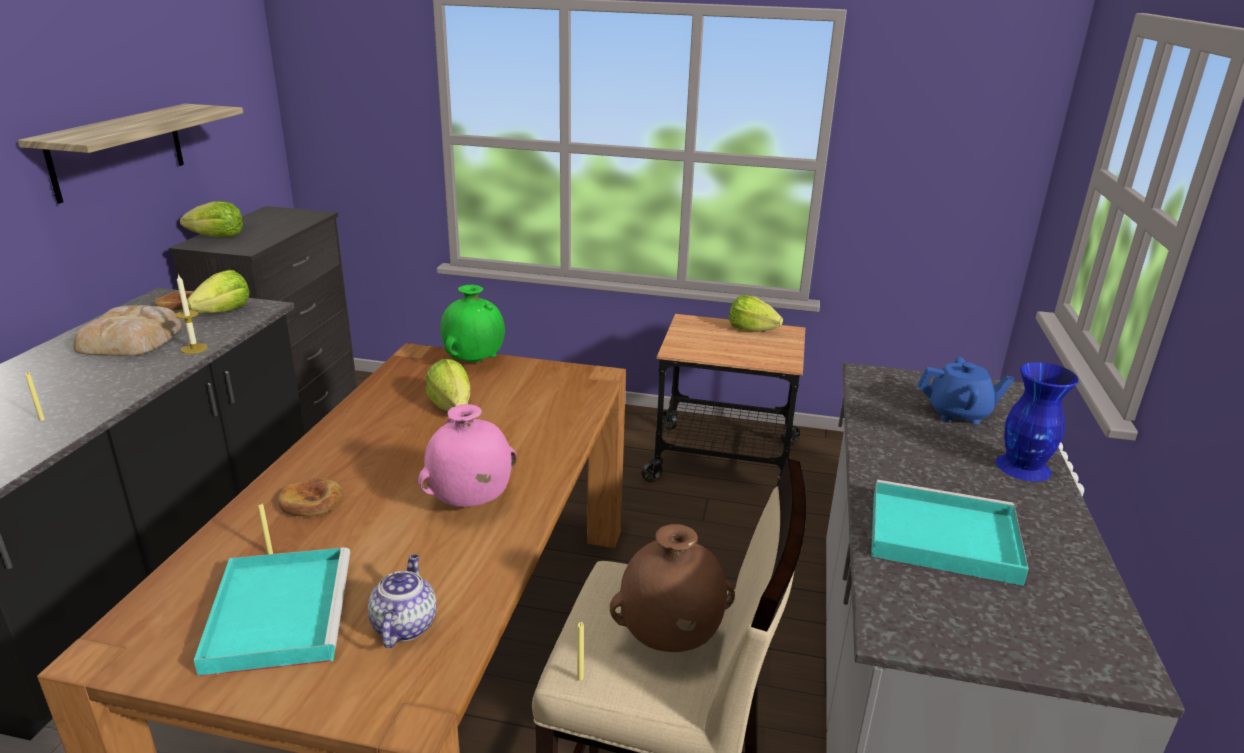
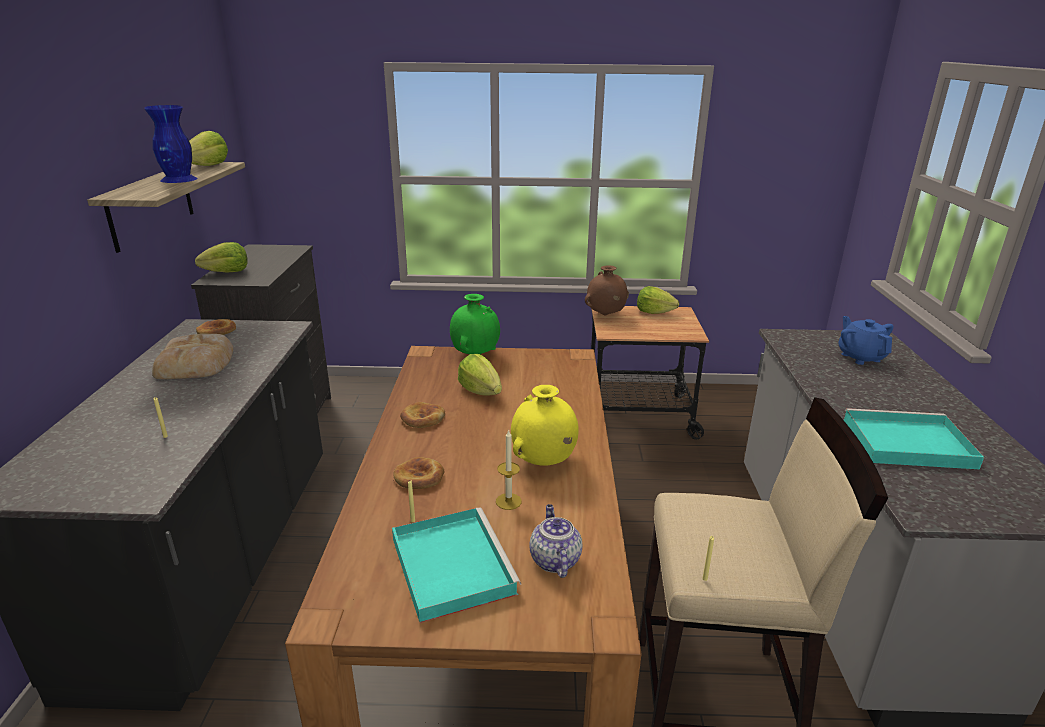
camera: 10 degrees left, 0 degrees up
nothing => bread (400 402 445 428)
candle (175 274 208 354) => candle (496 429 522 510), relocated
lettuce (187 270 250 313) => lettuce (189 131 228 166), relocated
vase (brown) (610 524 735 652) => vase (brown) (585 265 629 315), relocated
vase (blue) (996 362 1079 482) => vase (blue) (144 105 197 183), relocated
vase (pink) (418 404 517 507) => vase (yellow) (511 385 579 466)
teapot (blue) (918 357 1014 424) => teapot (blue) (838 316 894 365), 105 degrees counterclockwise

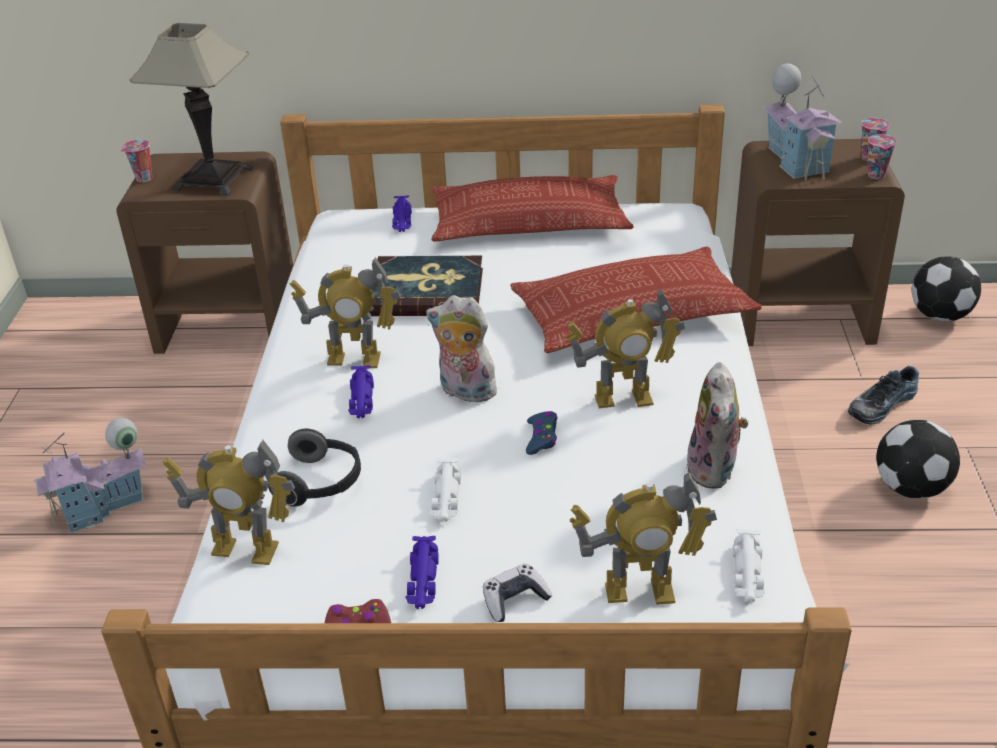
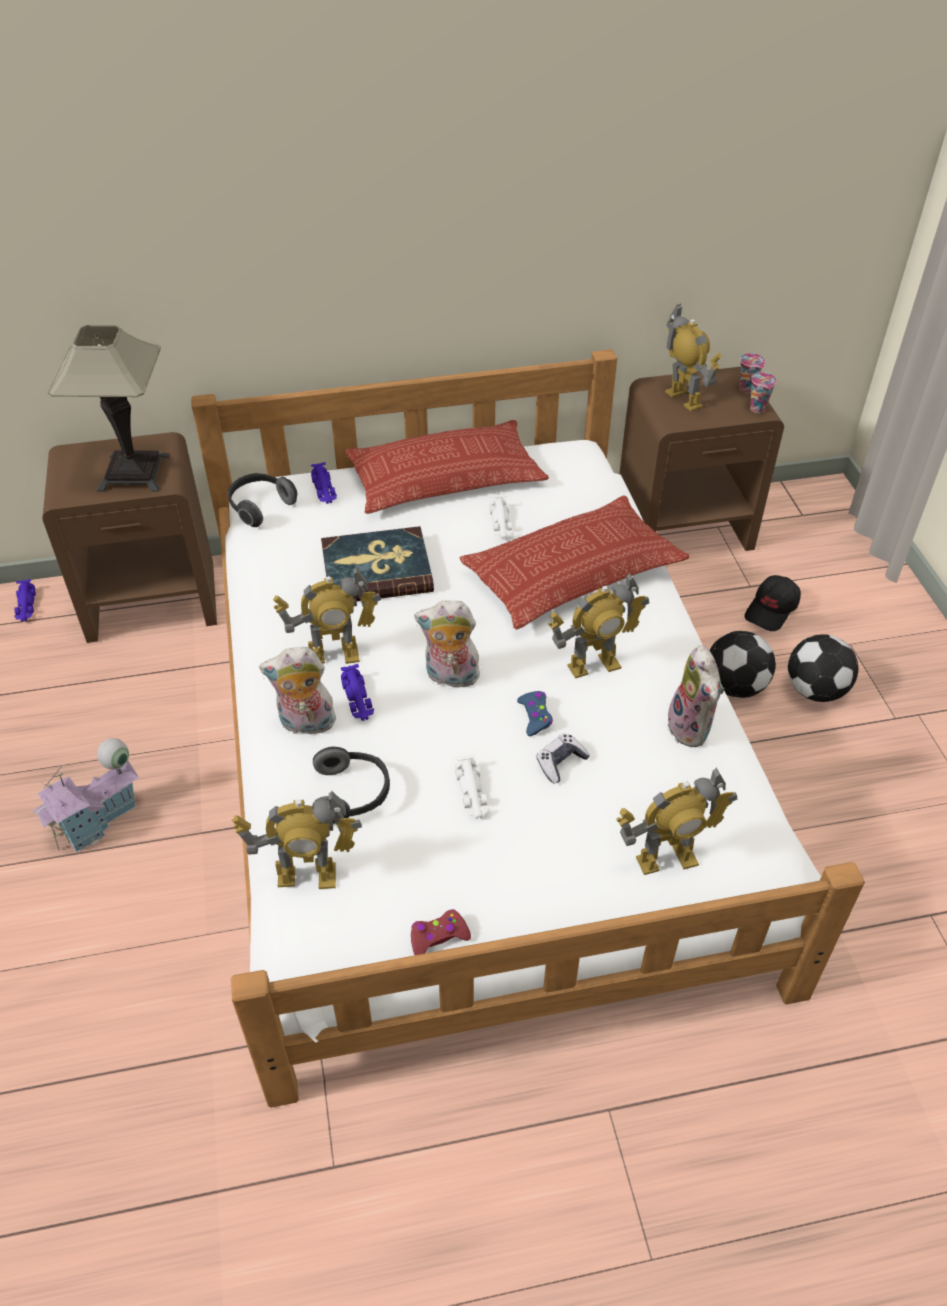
camera: 15 degrees left, 10 degrees up
cup (120 139 152 182) => nothing
nothing => headphones (228 473 298 527)
nothing => plush toy (259 647 336 735)
toy car (purple) (406 536 439 609) => toy car (purple) (14 579 36 622), relocated
game controller (483 564 552 622) => game controller (536 733 590 783), relocated
toy car (white) (733 529 765 602) => toy car (white) (490 494 513 539), relocated
football (912 256 981 321) => football (709 631 776 698), relocated
toy house (764 63 841 180) => toy robot (665 304 722 411)
shoe (848 366 919 425) => cap (black) (745 575 801 631)

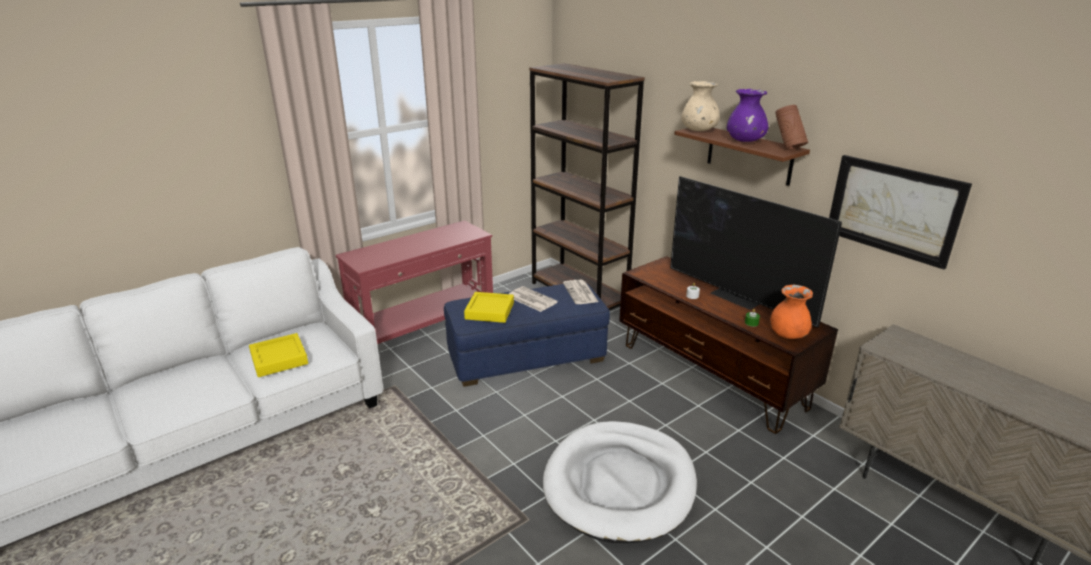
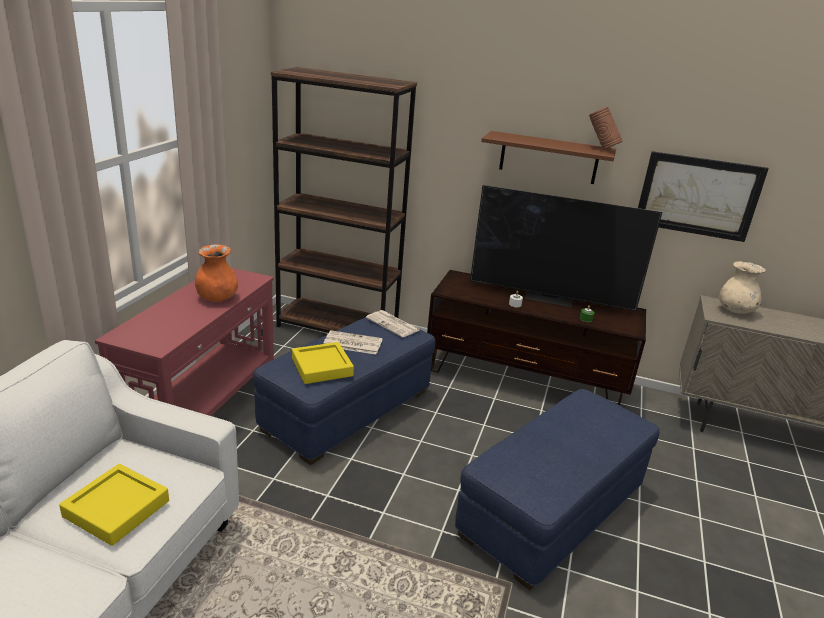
camera: 35 degrees left, 0 degrees up
vase (purple) (727 89 768 142) => nothing
vase (beige) (681 81 720 131) => vase (beige) (719 261 766 313), relocated
vase (orange) (770 285 813 339) => vase (orange) (195 245 238 302), relocated
dog bed (white) (543 421 697 543) => ottoman (blue) (455 389 660 590)

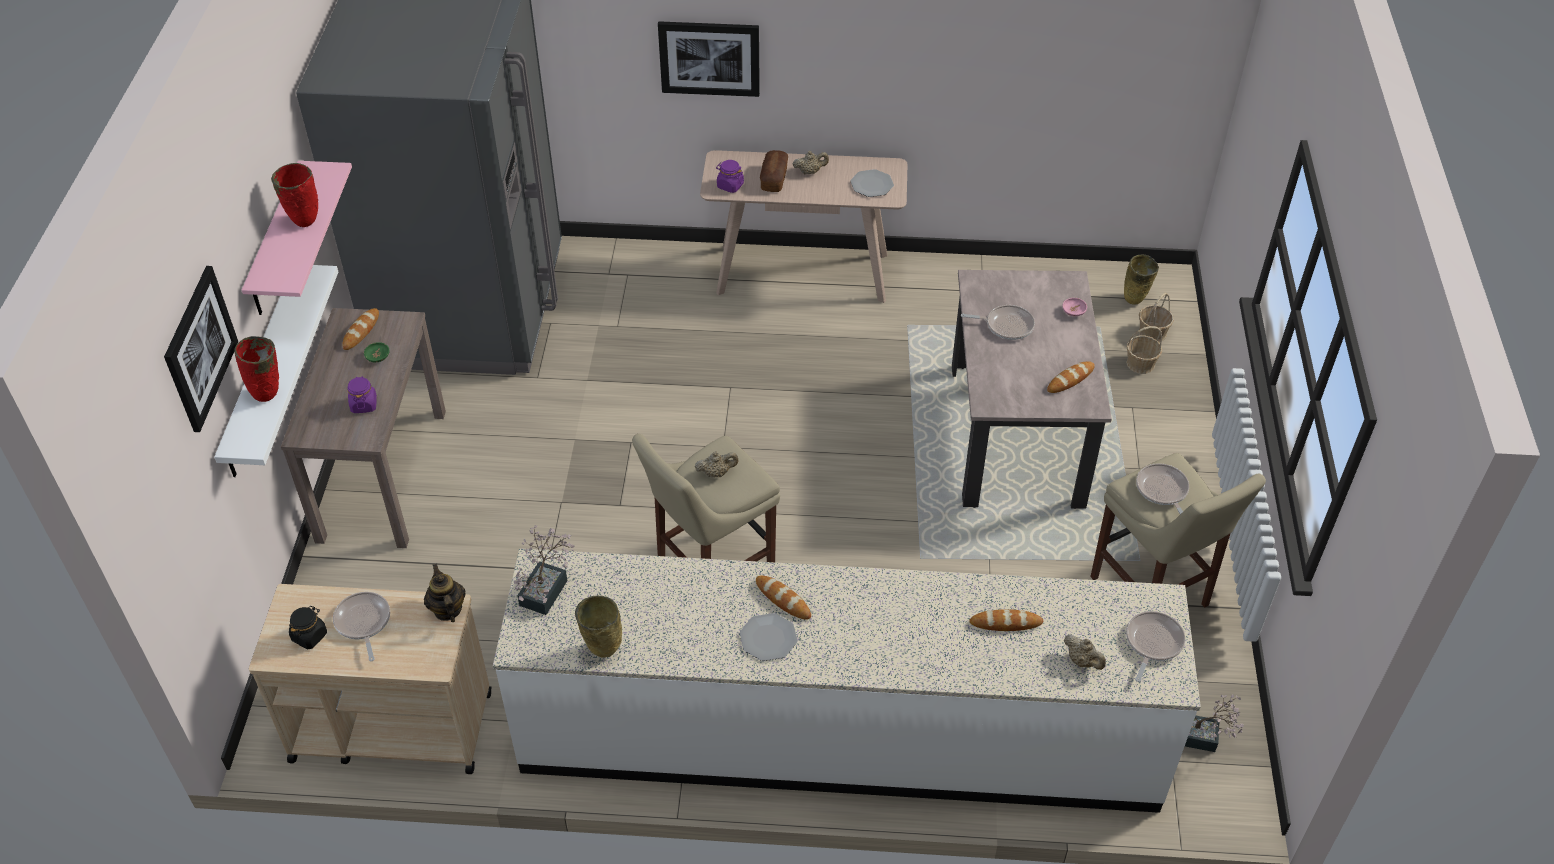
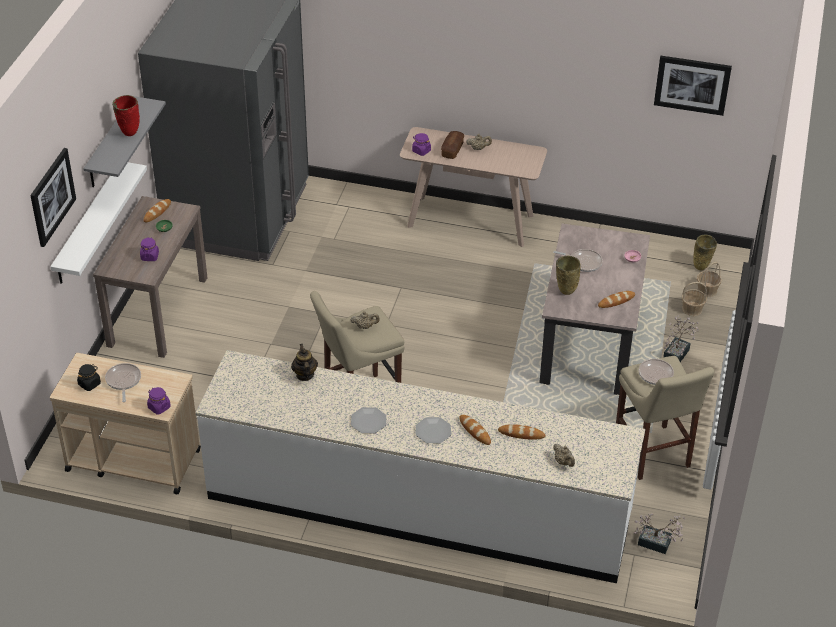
camera: 10 degrees right, 5 degrees down
vase (red) (234 336 279 402) => nothing
frying pan (1126 611 1185 682) => nothing
nothing => jar (purple) (147 387 171 415)
teapot (424 564 465 622) => teapot (291 344 318 381), relocated
potted plant (514 525 575 615) => potted plant (663 316 699 362), relocated
vase (beige) (575 596 622 658) => vase (beige) (556 256 581 295), relocated
picture (658 21 760 97) => picture (654 56 732 116), relocated
bread (756 575 811 620) => bread (460 415 491 445), relocated
plate (850 169 894 197) => plate (416 417 451 443), relocated
shelf (pink) (242 161 352 315) => shelf (grey) (83 96 166 187)

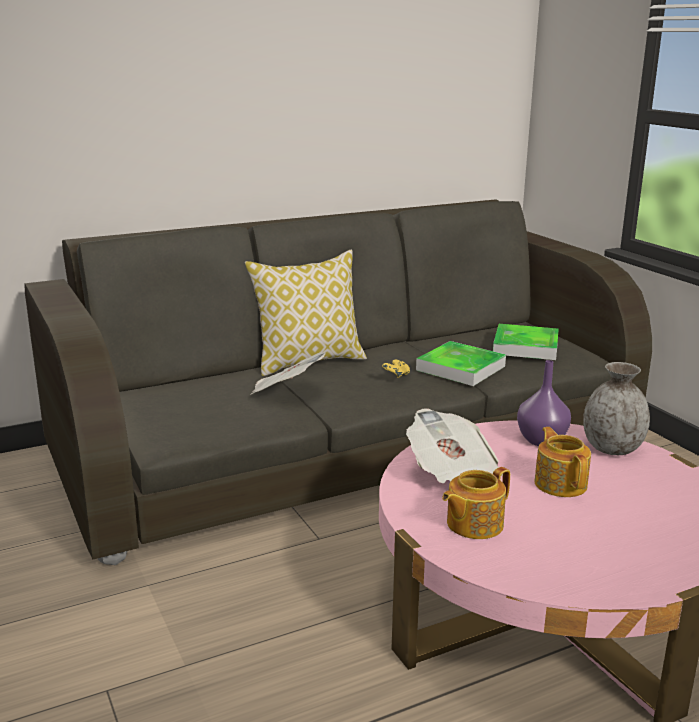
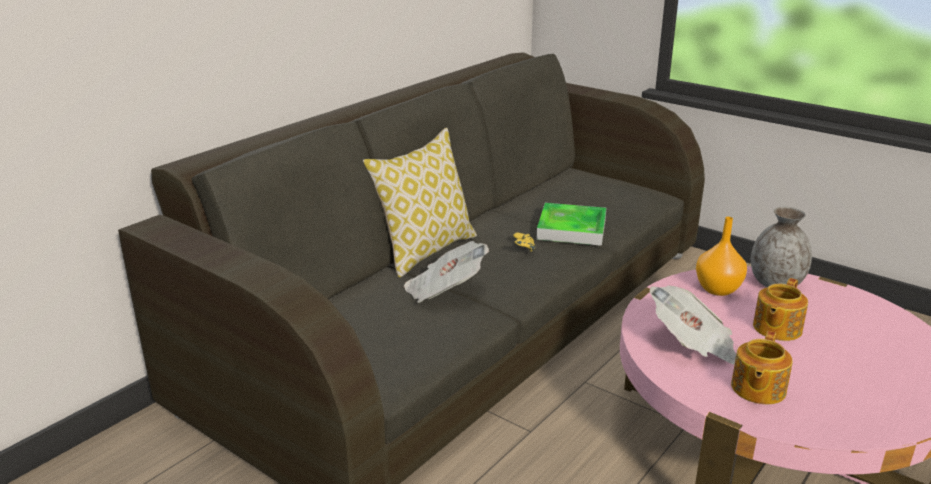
camera: 25 degrees left, 5 degrees up
tray (493 324 559 360) => nothing
vase (purple) (517 360 571 446) => vase (orange) (696 217 747 296)
teapot (534 427 591 497) => teapot (753 278 808 341), 105 degrees counterclockwise

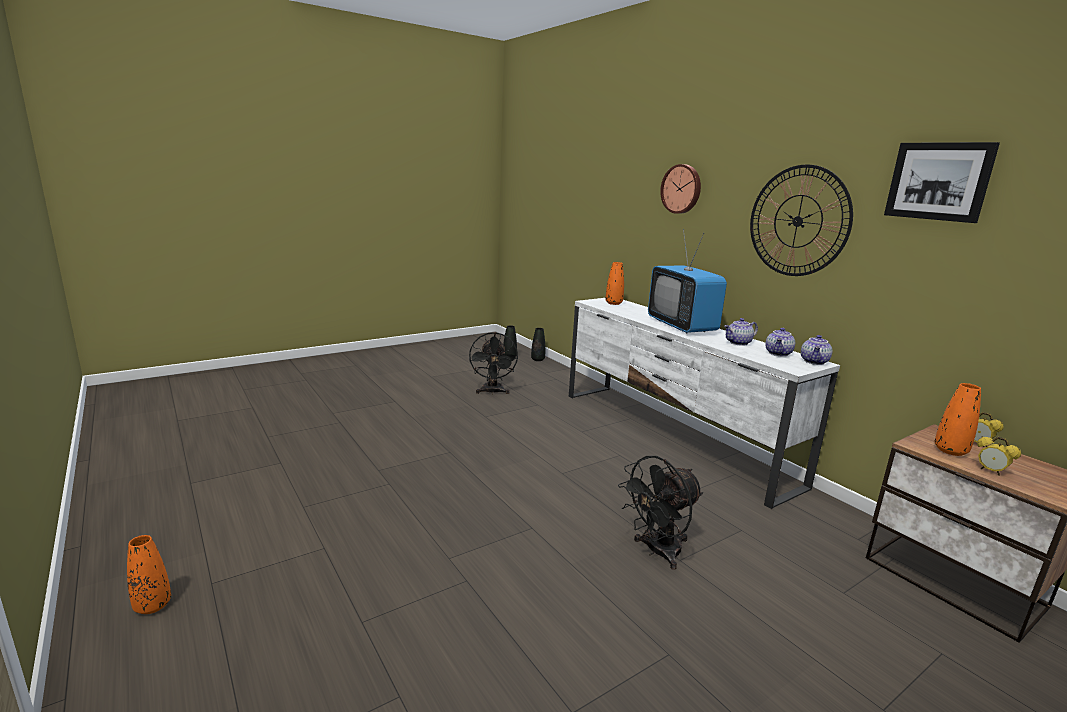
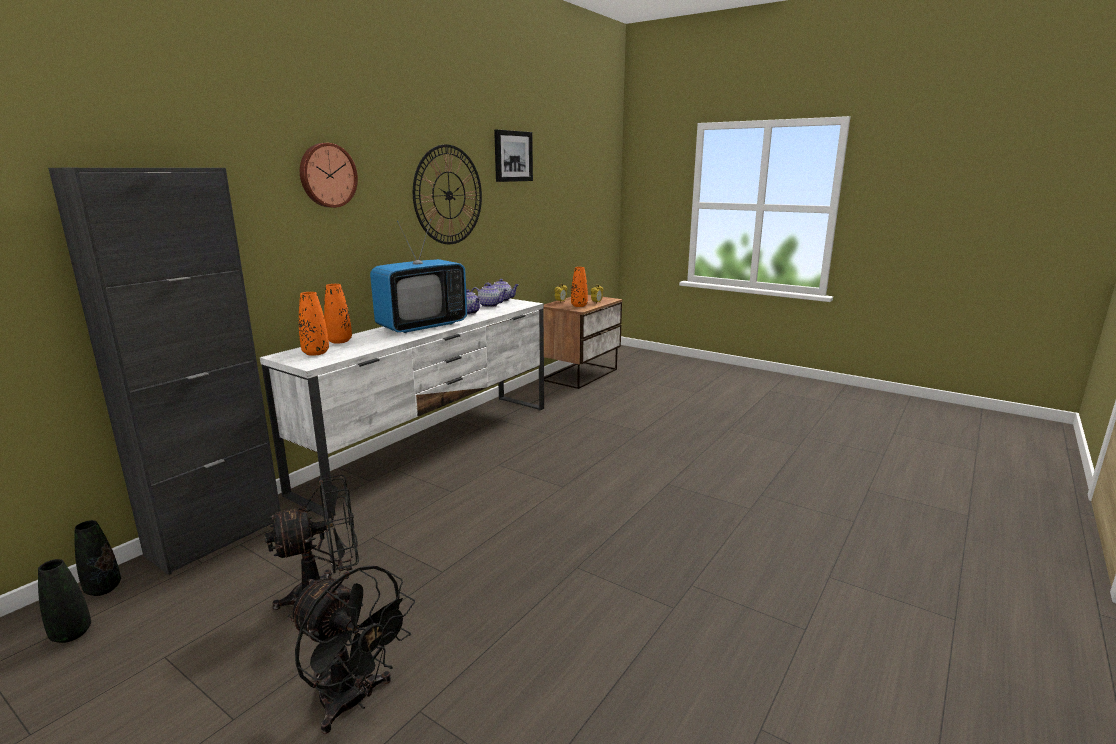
camera: 110 degrees left, 0 degrees up
nothing => cabinet (black) (48 168 281 575)
vase (orange) (127 535 171 614) => vase (orange) (324 284 352 344), relocated
fan (black) (618 456 703 570) => fan (black) (288 565 415 734), relocated

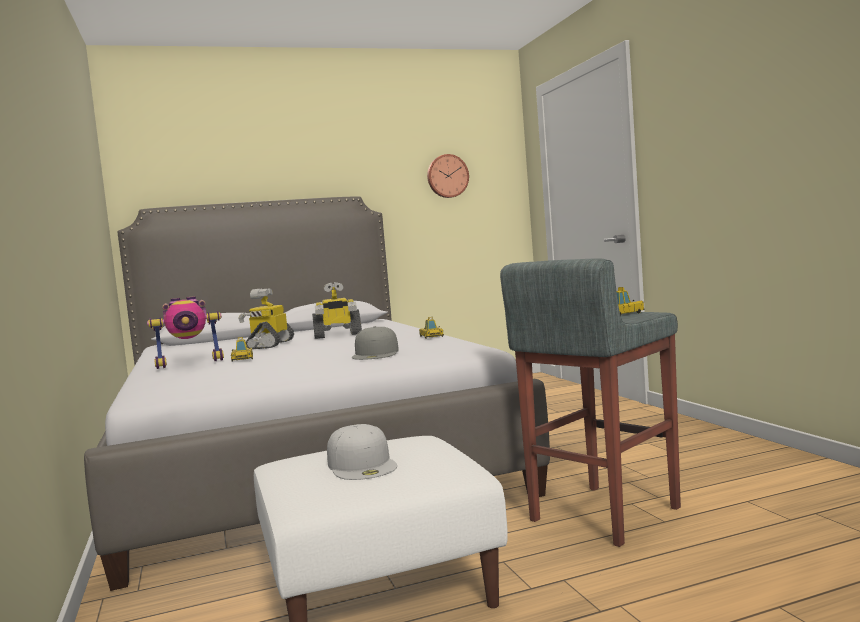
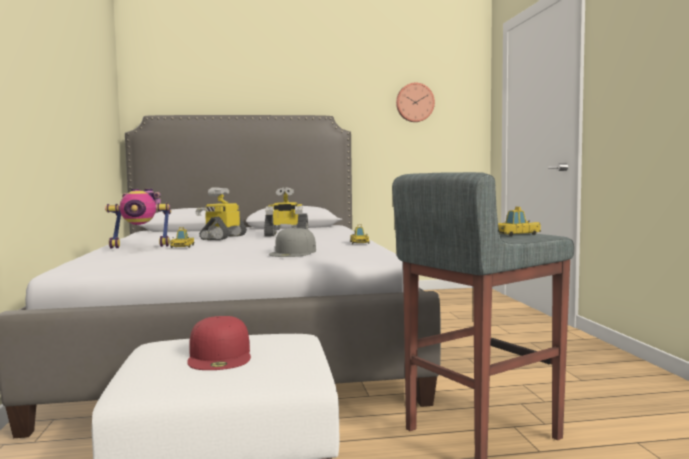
camera: 10 degrees right, 0 degrees up
cap (white) (327 424 397 480) => cap (red) (187 316 251 370)

